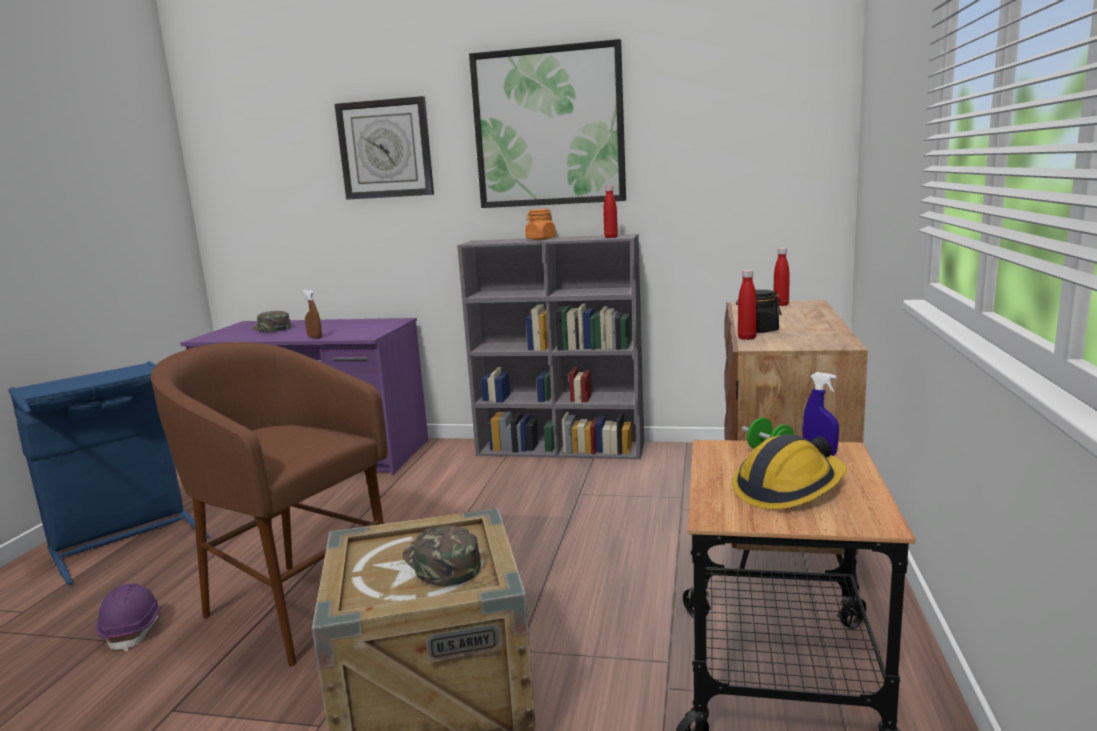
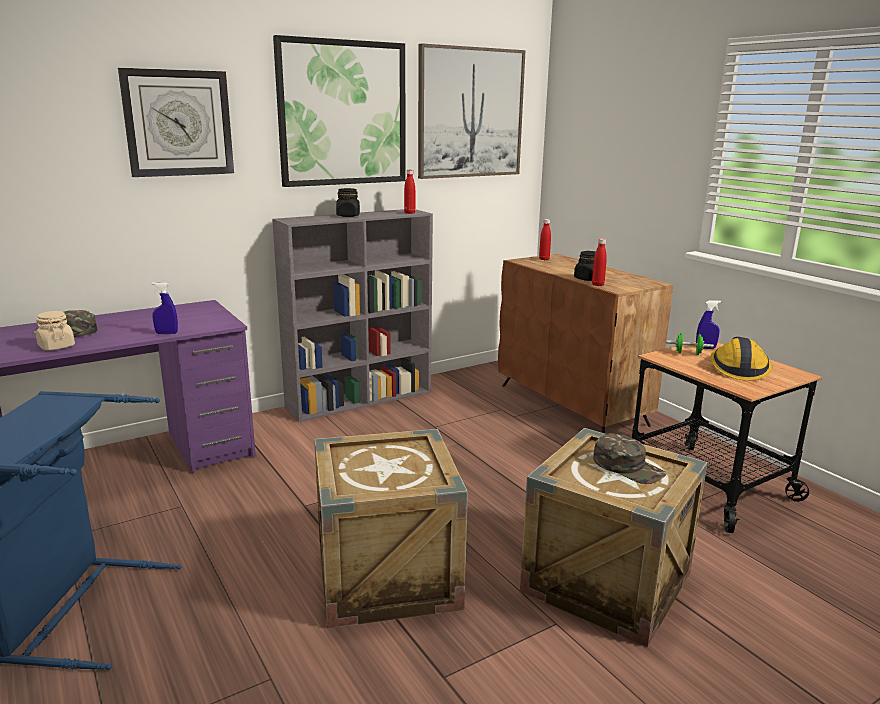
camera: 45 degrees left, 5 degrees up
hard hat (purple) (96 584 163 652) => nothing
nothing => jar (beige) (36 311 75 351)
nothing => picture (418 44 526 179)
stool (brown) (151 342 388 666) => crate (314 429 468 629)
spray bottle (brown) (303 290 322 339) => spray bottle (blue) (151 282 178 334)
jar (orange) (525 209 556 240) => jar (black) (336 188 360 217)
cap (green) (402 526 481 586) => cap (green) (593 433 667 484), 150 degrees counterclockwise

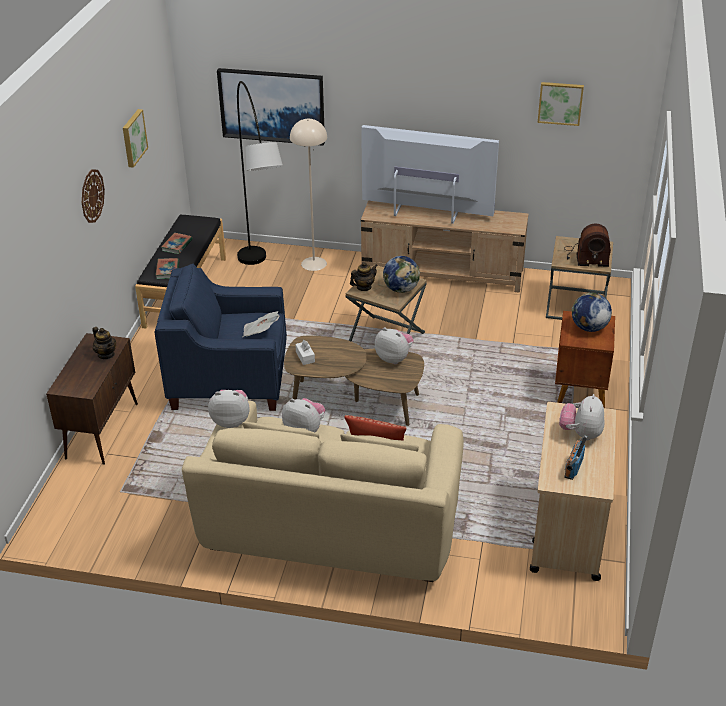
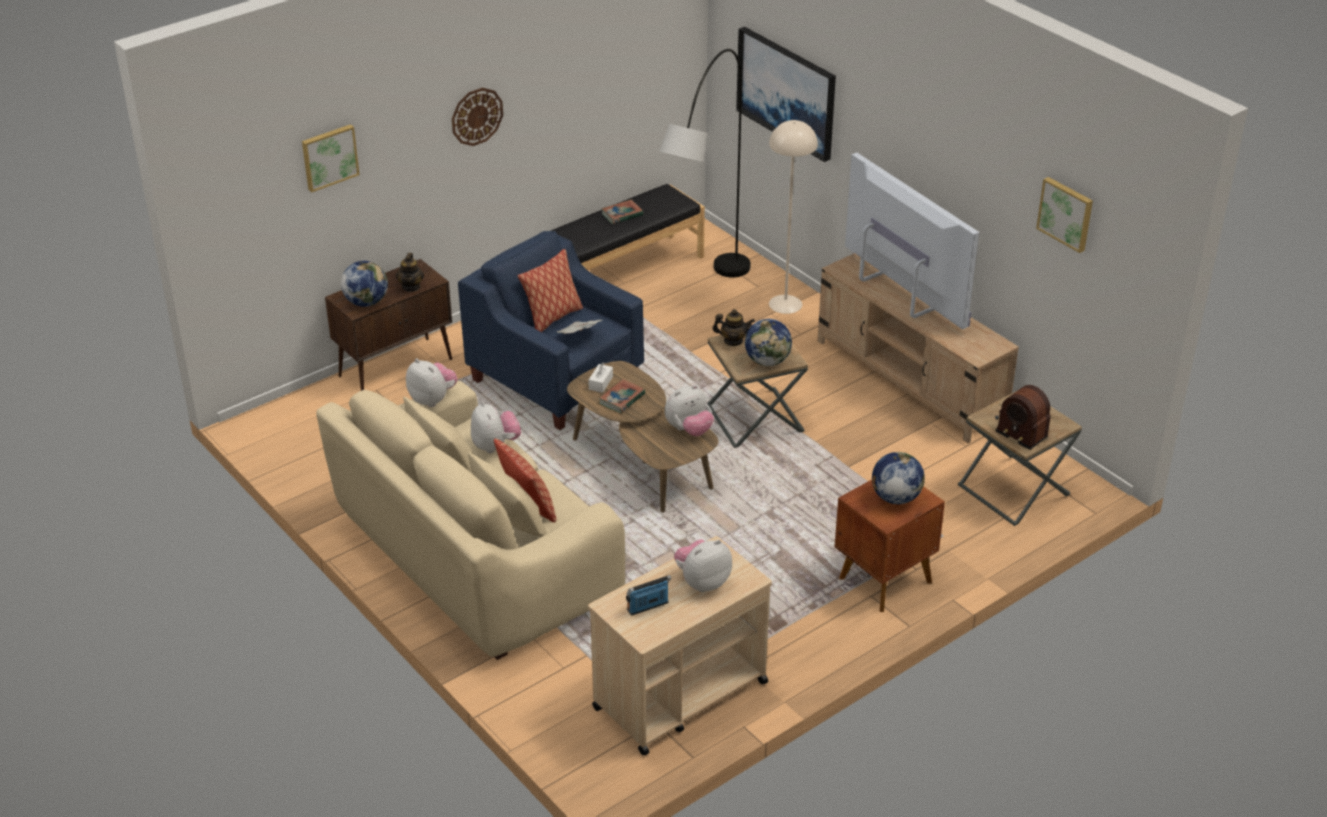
camera: 40 degrees right, 0 degrees up
nothing => globe (341 261 388 307)
nothing => pillow (518 249 583 332)
picture (123 109 148 168) => picture (302 124 360 192), relocated
book (155 258 179 279) => book (599 379 645 413), relocated
plush toy (375 327 414 364) => plush toy (665 385 714 436), 75 degrees clockwise

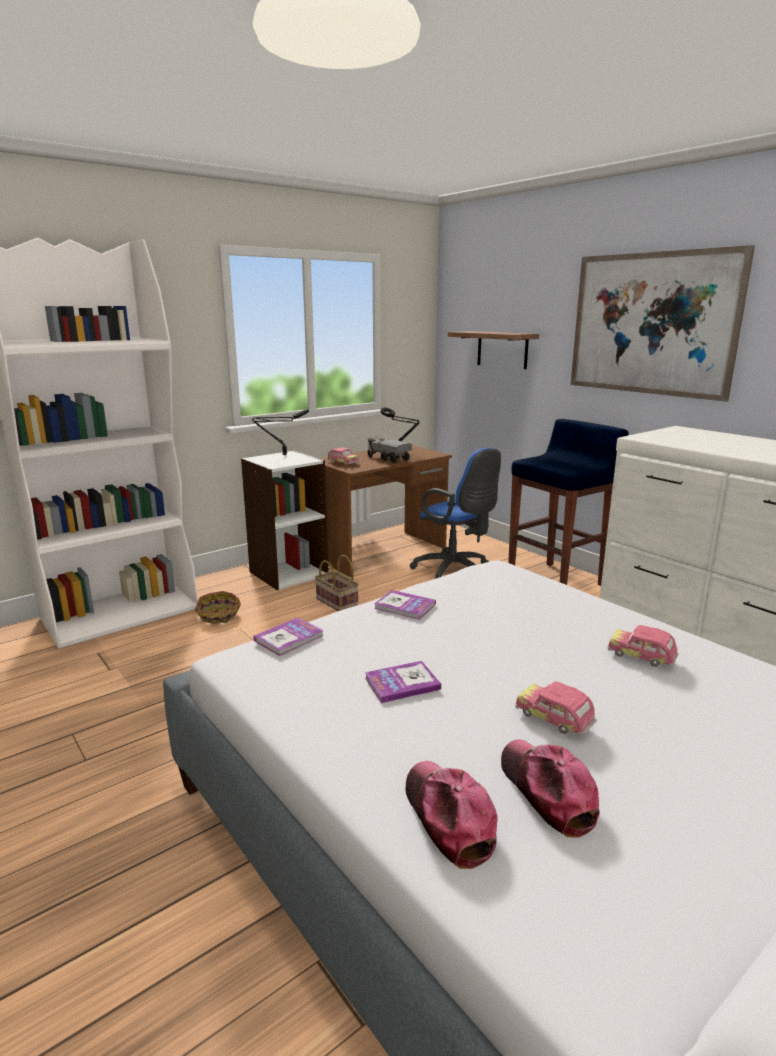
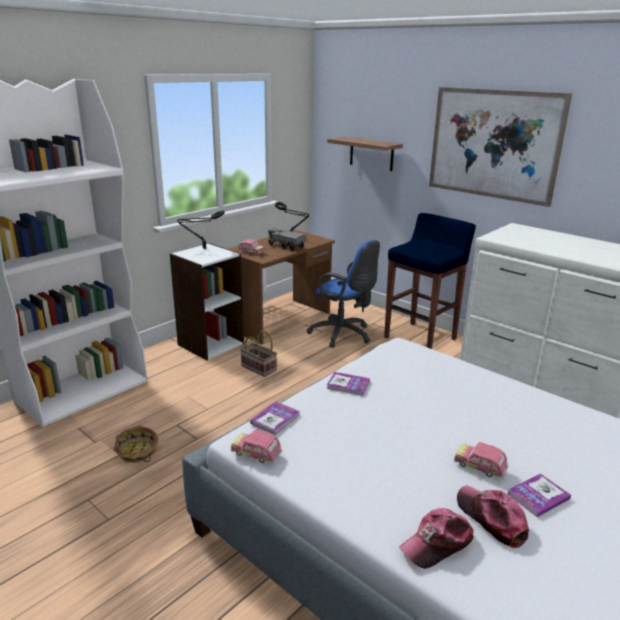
camera: 10 degrees left, 5 degrees up
basket (194 591 241 624) => basket (114 426 159 463), relocated
book (365 661 441 703) => book (507 473 571 517), relocated
toy car (608 625 679 667) => toy car (231 430 282 463), relocated
cap (405 761 498 869) => cap (399 508 474 569), 90 degrees counterclockwise

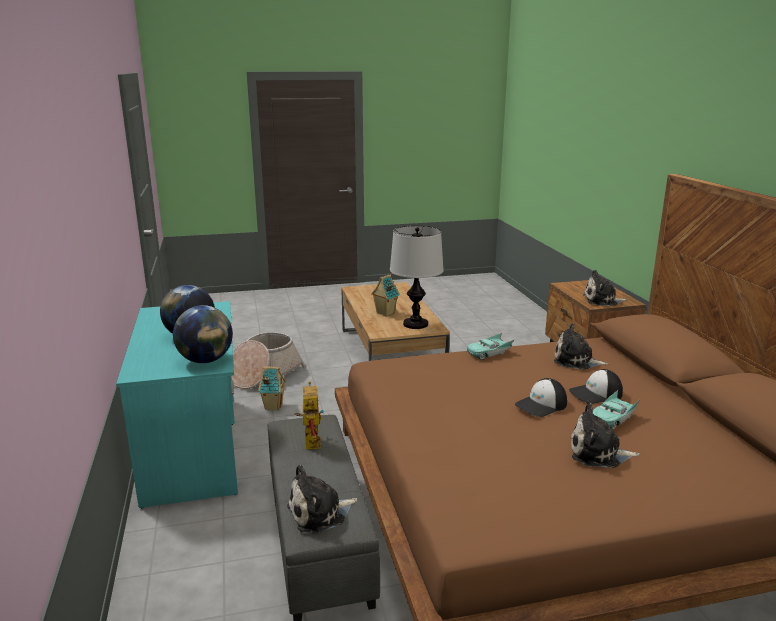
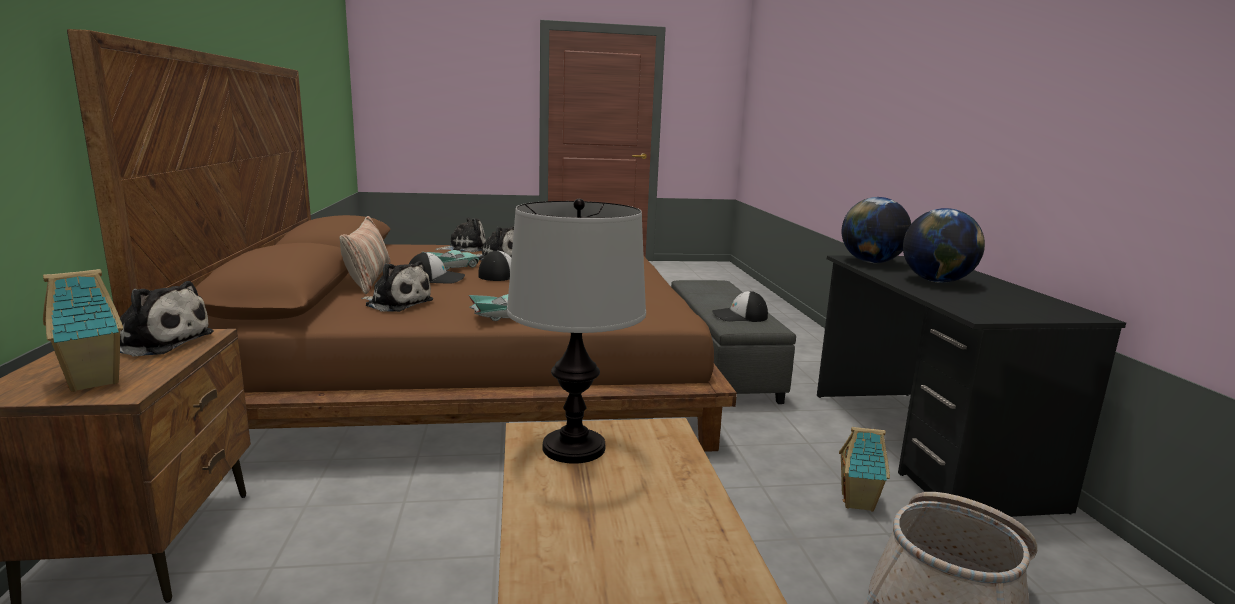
camera: 175 degrees left, 5 degrees down
nothing => pillow (340 216 391 294)
plush toy (287 465 357 534) => plush toy (435 218 486 252), relocated
toy house (371 274 400 316) => toy house (43 269 123 392), relocated
toy robot (294 382 324 450) => cap (712 291 768 322)
desk (turquoise) (116 301 238 508) => desk (black) (817 255 1126 517)

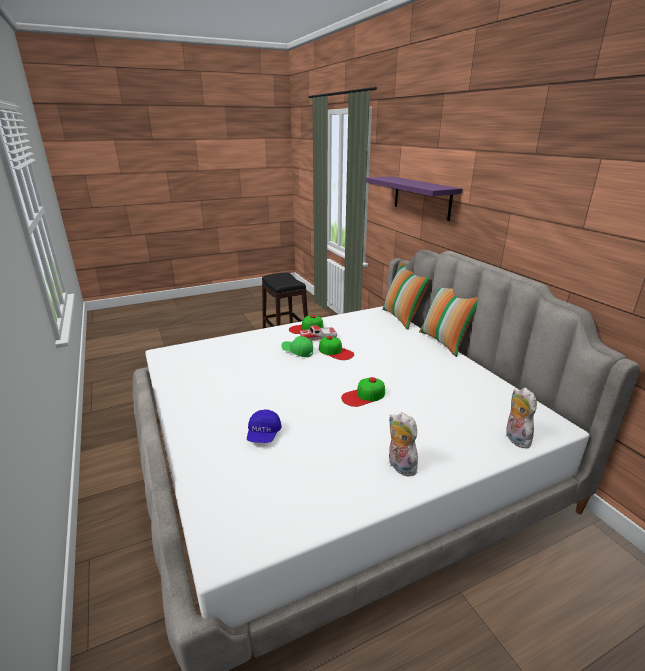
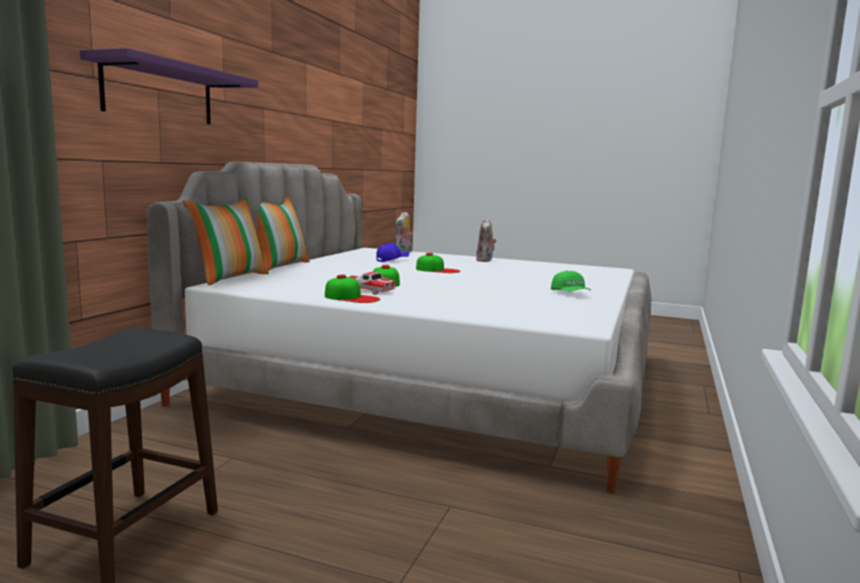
camera: 135 degrees left, 15 degrees down
cap (blue) (247 410 282 443) => cap (blue) (376 243 409 262), relocated
cap (green) (281 336 313 357) => cap (green) (551 270 591 291), relocated

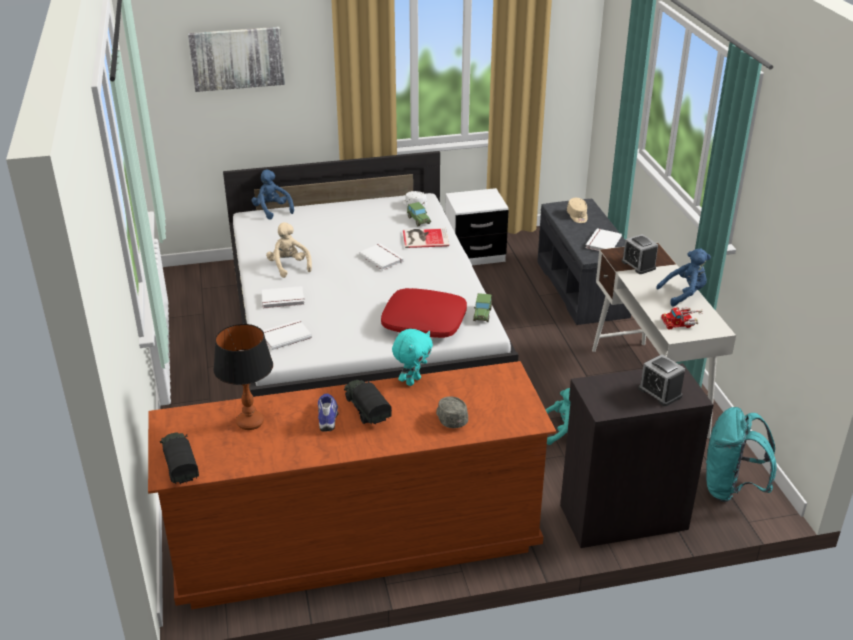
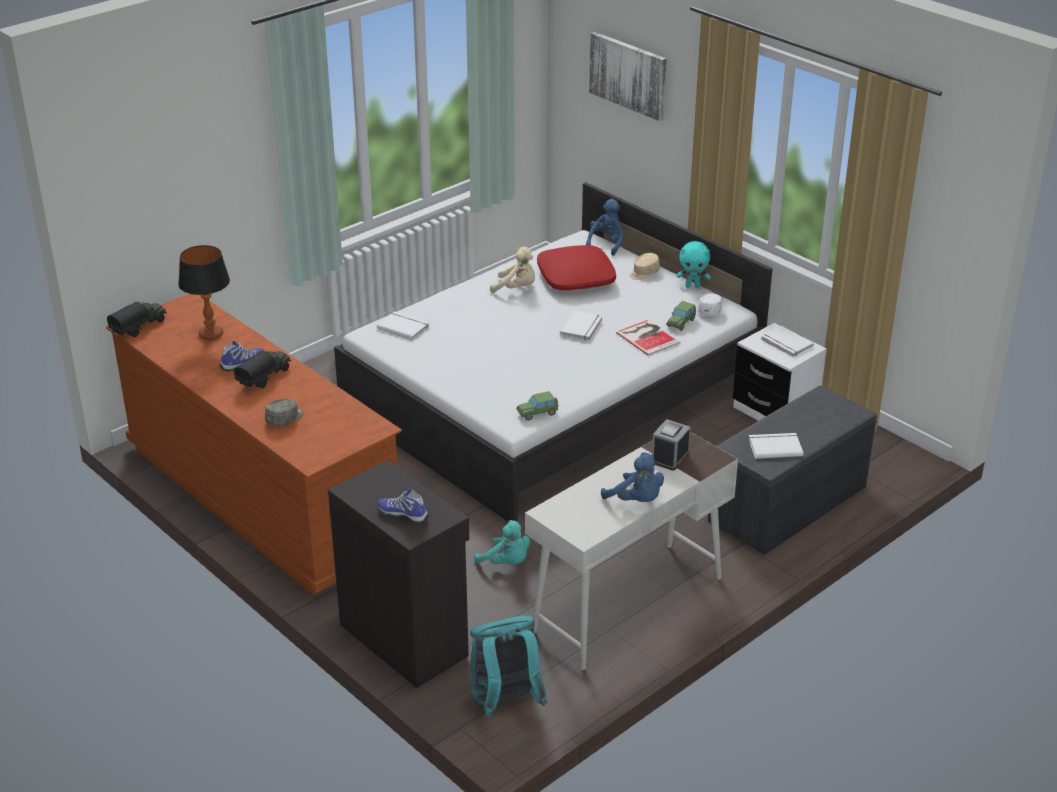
camera: 60 degrees right, 0 degrees up
toy truck (661 307 704 329) => nothing
book (white) (262 286 304 308) => book (white) (761 326 814 357), relocated
pillow (red) (381 288 467 338) => pillow (red) (537 245 616 290), relocated
plush toy (turquoise) (392 329 433 386) => plush toy (turquoise) (676 241 711 288), relocated
cap (beige) (567 198 588 223) => cap (beige) (630 253 660 280), relocated
alarm clock (638 354 685 406) => shoe (377 489 429 524)
plush toy (beige) (266 222 312 278) => plush toy (beige) (490 247 535 293), 75 degrees clockwise

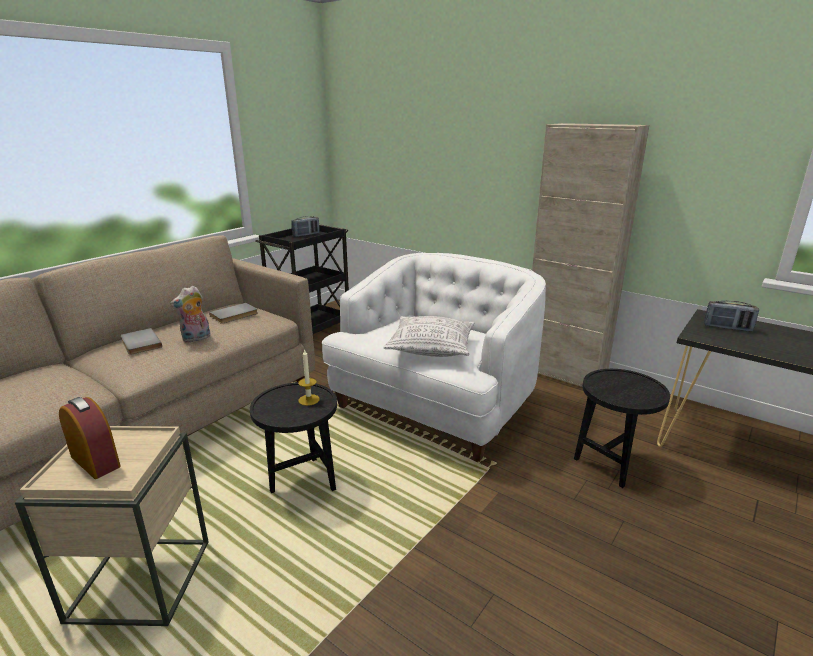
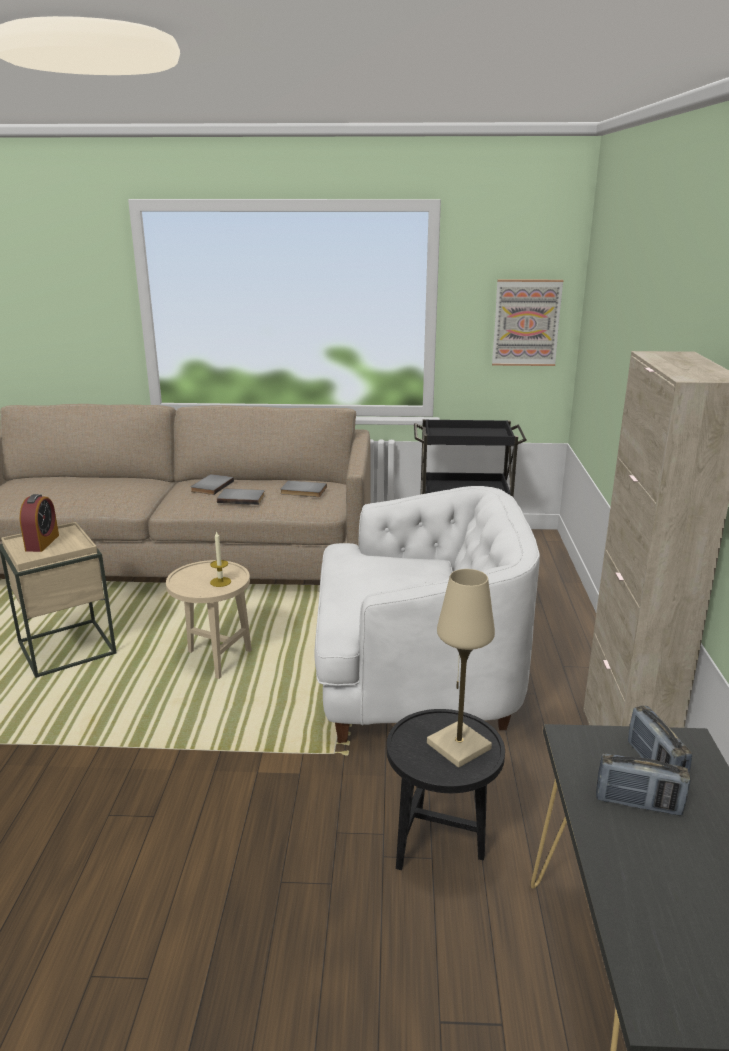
camera: 55 degrees right, 0 degrees up
pillow (383 316 474 357) => nothing
nothing => table lamp (beige) (427 569 495 768)
nothing => picture (492 279 563 366)
radio (291 216 319 237) => radio (596 753 691 815), relocated
plush toy (170 285 211 343) => book (grey) (217 489 265 505)
side table (black) (250 382 337 493) => side table (beige) (166 560 252 679)

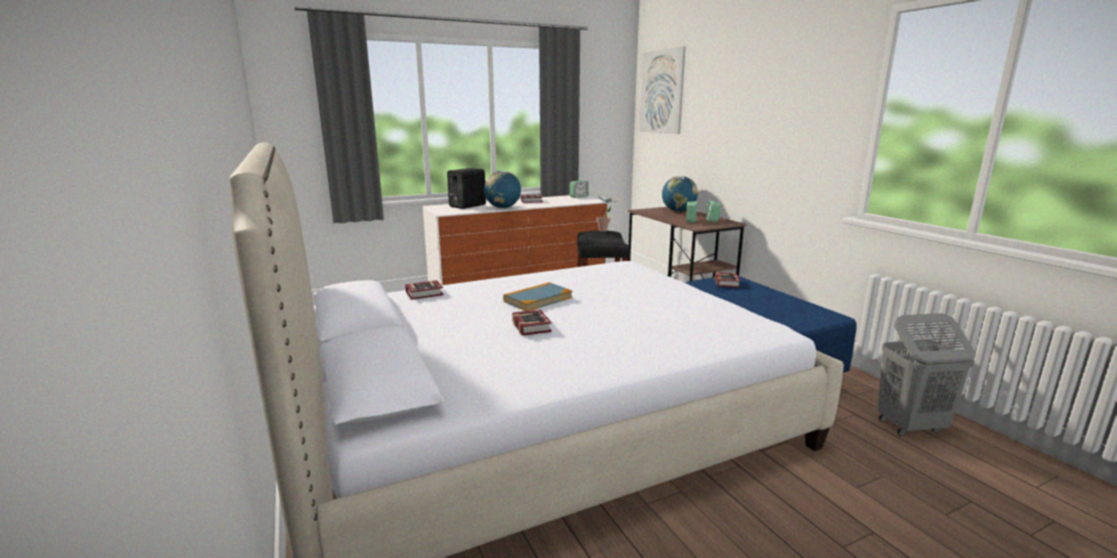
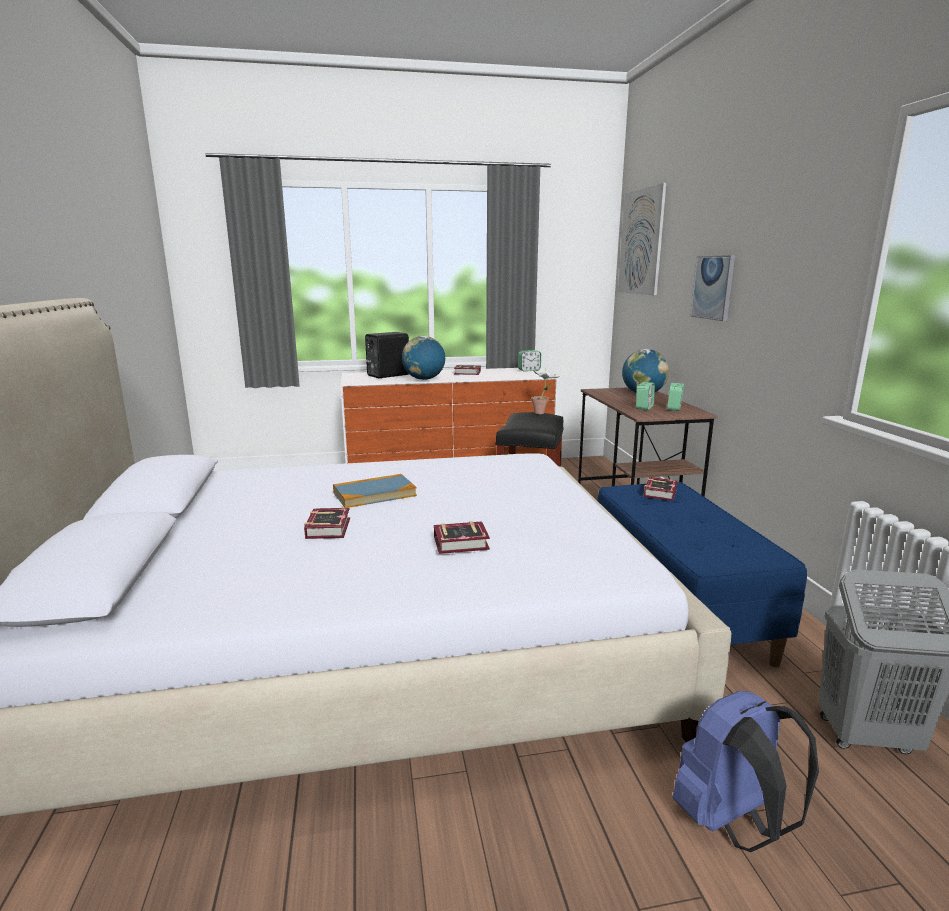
camera: 15 degrees right, 0 degrees up
nothing => backpack (blue) (672 691 819 852)
nothing => picture (691 255 735 321)
book (405 280 444 300) => book (434 521 490 554), relocated

